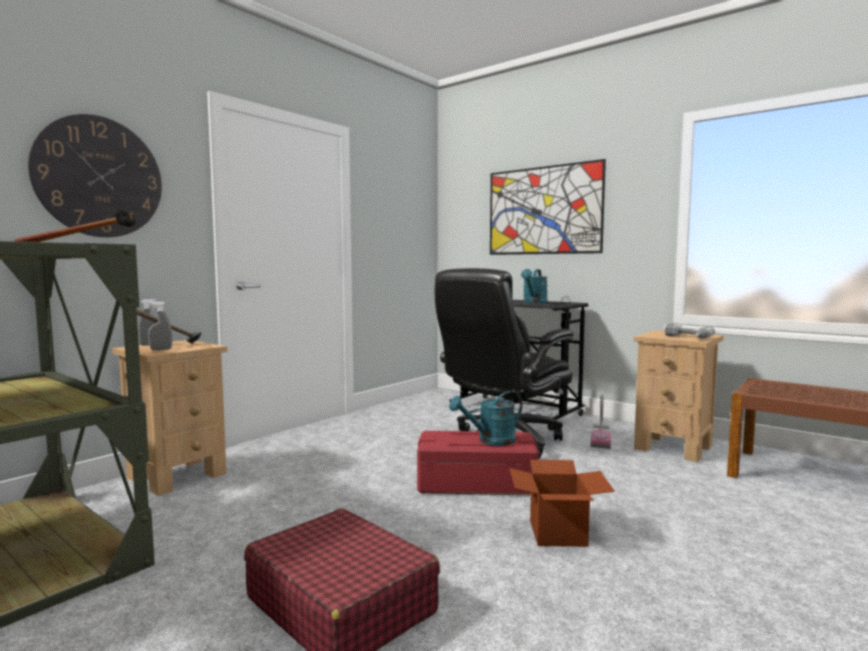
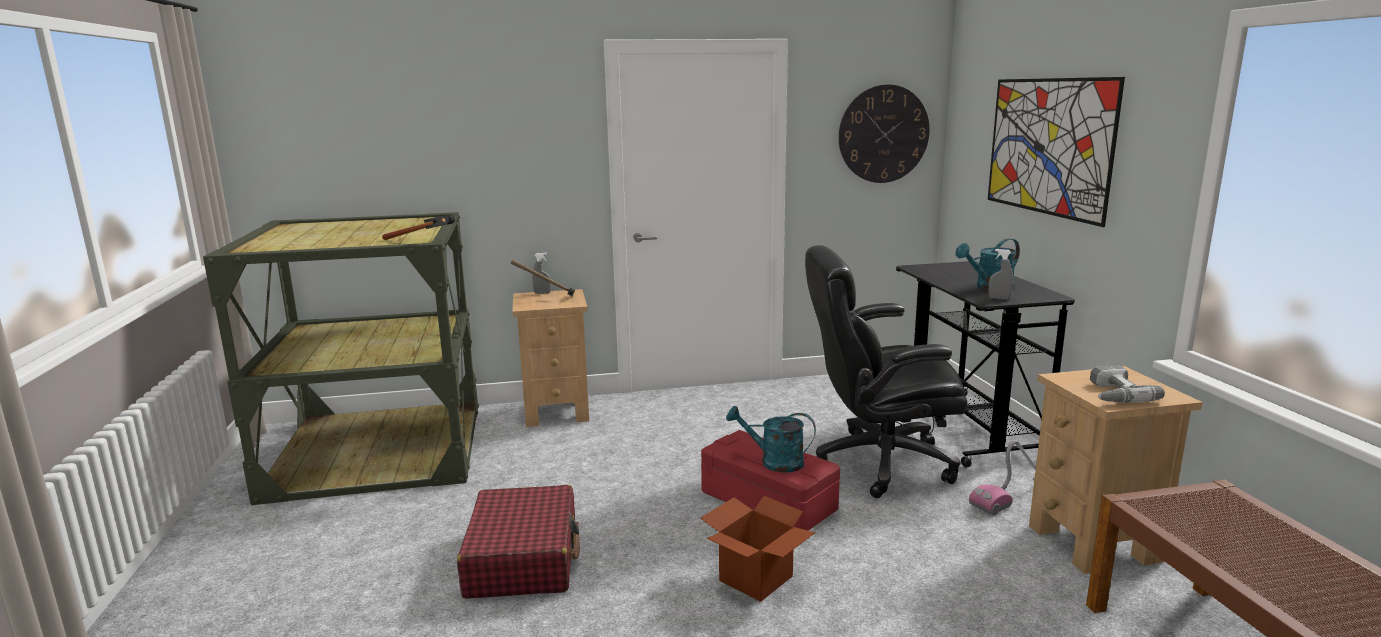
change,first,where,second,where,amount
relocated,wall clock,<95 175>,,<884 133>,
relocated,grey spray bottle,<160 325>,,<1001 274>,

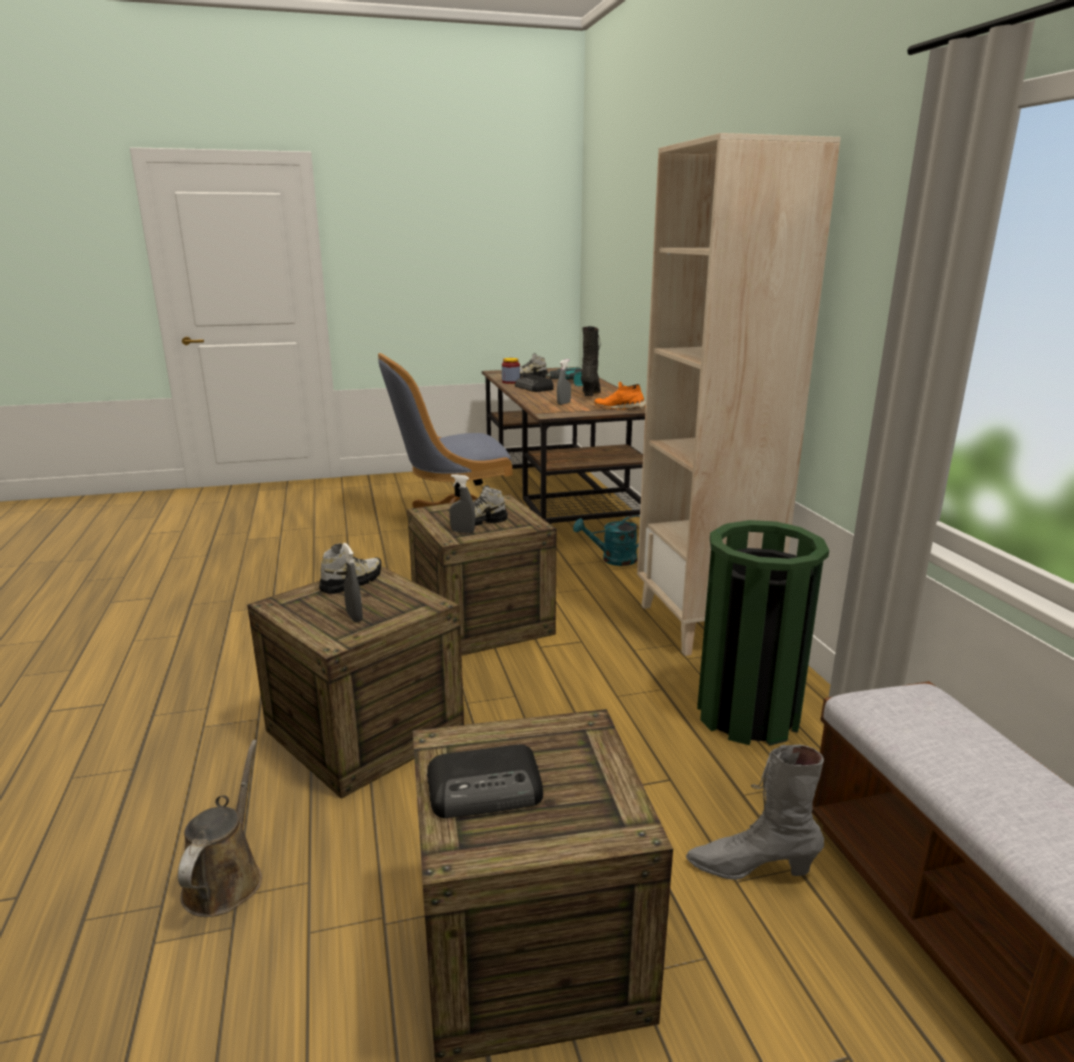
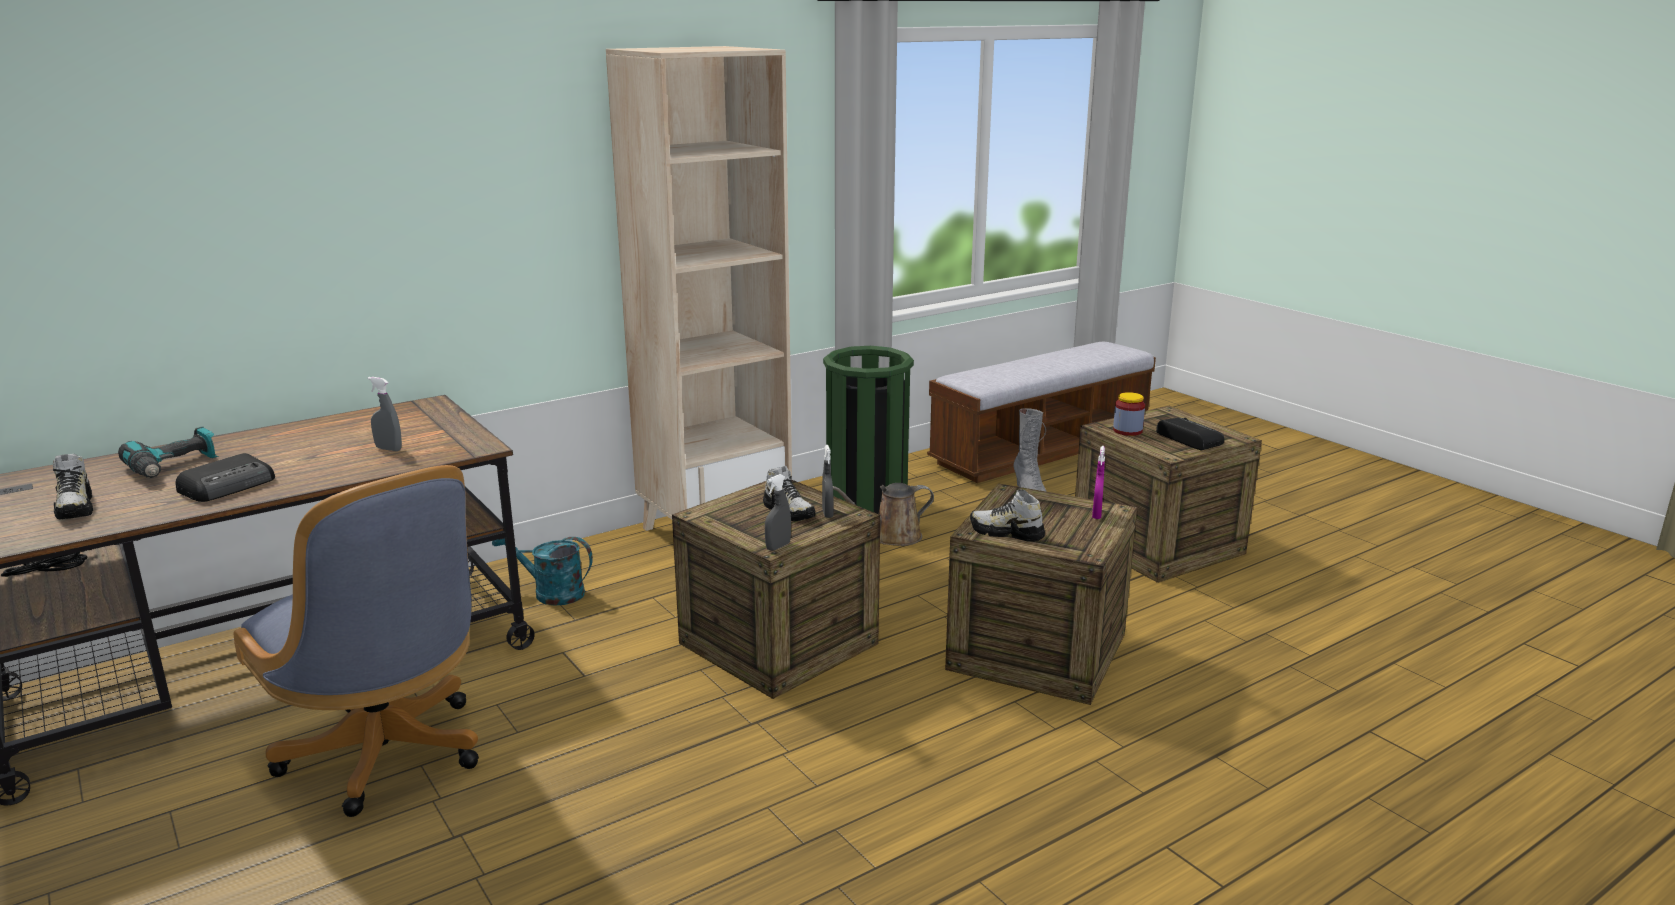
change,first,where,second,where,amount
missing,black boot,<591 361>,,,
relocated,jar,<511 371>,,<1129 414>,
missing,orange shoe,<620 396>,,,
spun,turquoise watering can,<606 540>,,<542 571>,135 degrees clockwise
relocated,grey spray bottle,<353 583>,,<778 512>,
relocated,brown watering can,<220 828>,,<883 514>,
appeared,,,purple spray bottle,<1098 482>,

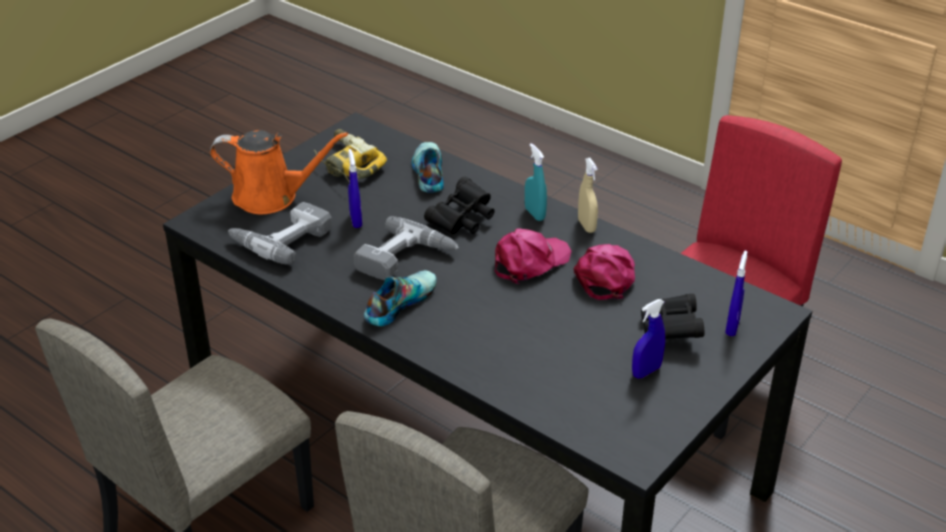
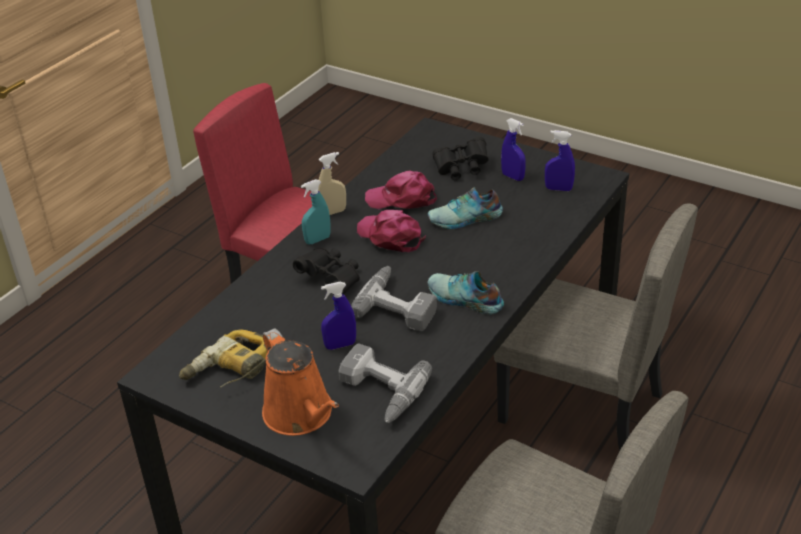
change,first,where,second,where,amount
spun,orange watering can,<279 172>,,<300 382>,150 degrees clockwise
relocated,shoe,<428 167>,,<465 208>,
relocated,blue spray bottle,<736 293>,,<560 160>,

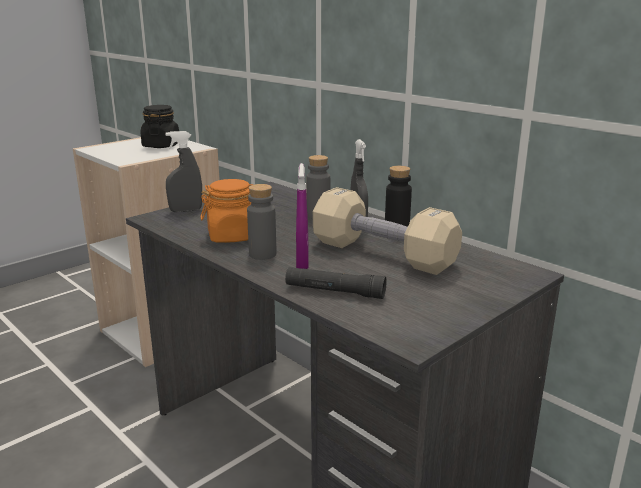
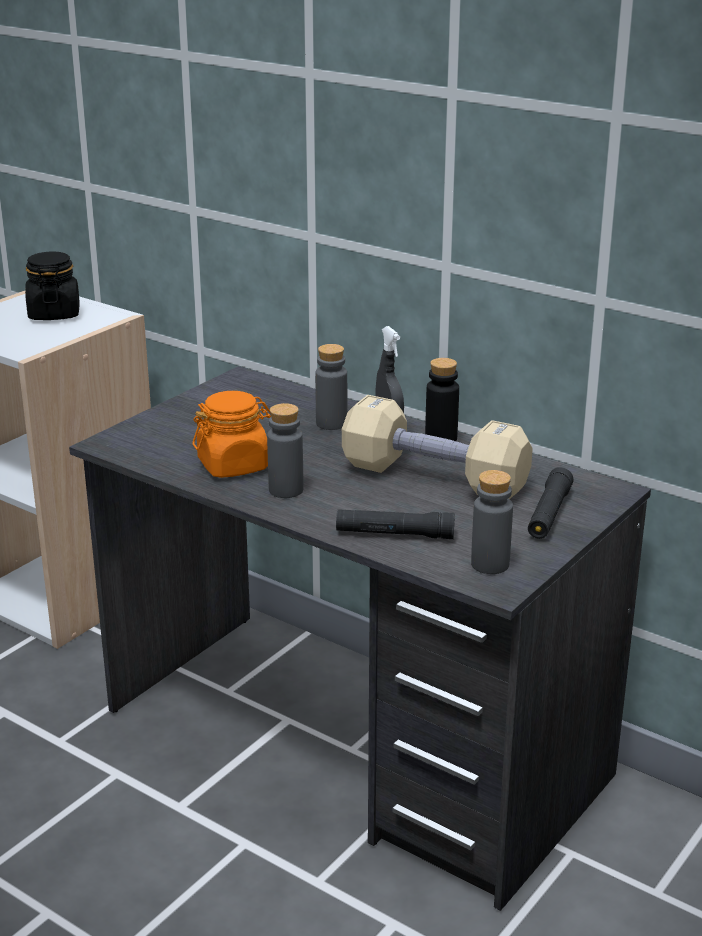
change,first,where,second,where,amount
missing,grey spray bottle,<183 171>,,,
missing,purple spray bottle,<302 216>,,,
appeared,,,black flashlight,<550 503>,
appeared,,,grey bottle,<492 522>,

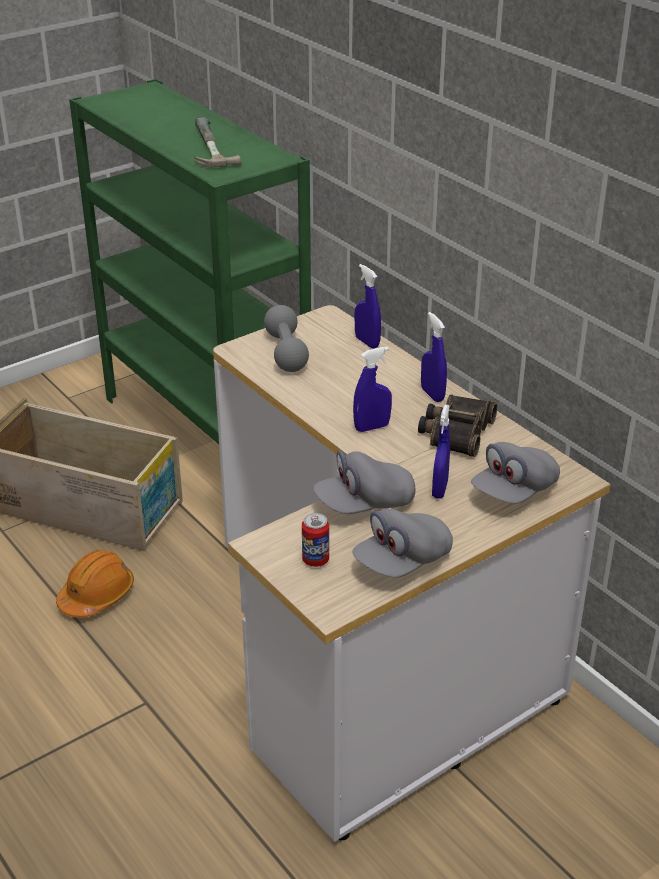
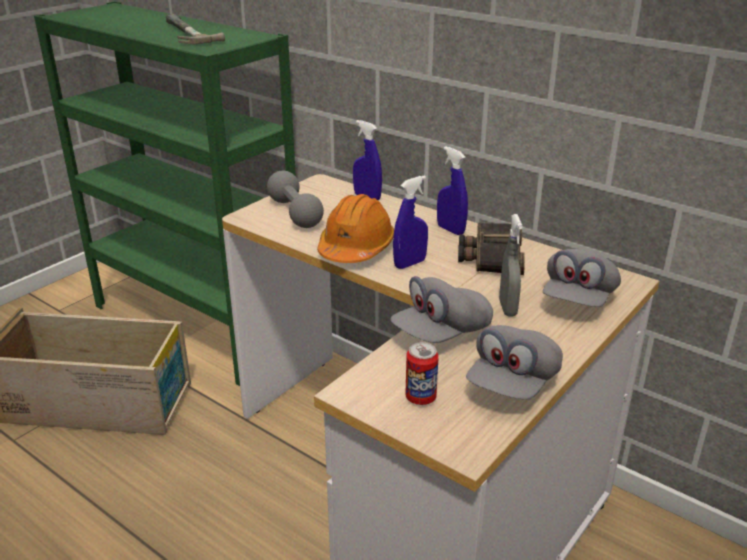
change,first,where,second,where,amount
colour,blue spray bottle,<441 452>,grey spray bottle,<511 265>,
relocated,orange hard hat,<95 584>,,<355 228>,

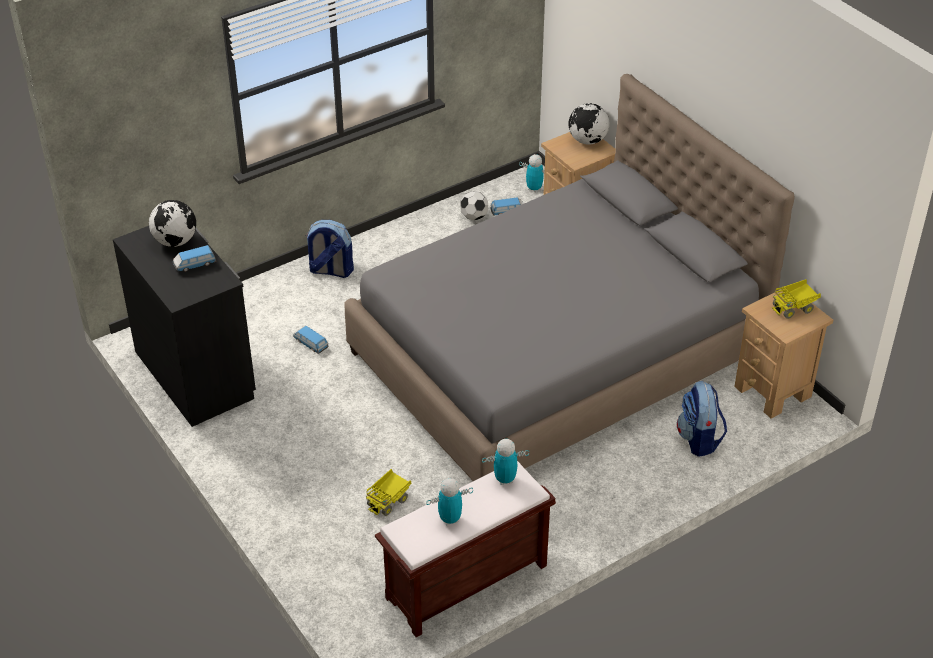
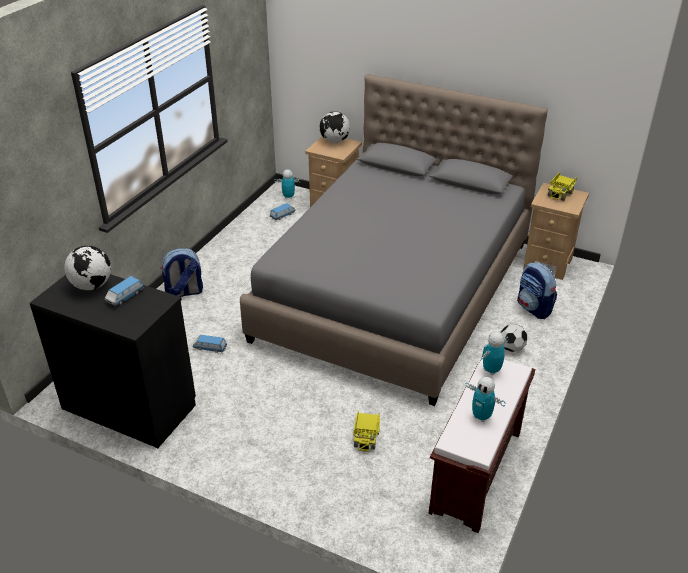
change,first,where,second,where,amount
relocated,football,<474 205>,,<513 338>,
spun,toy robot,<449 502>,,<485 399>,90 degrees counterclockwise

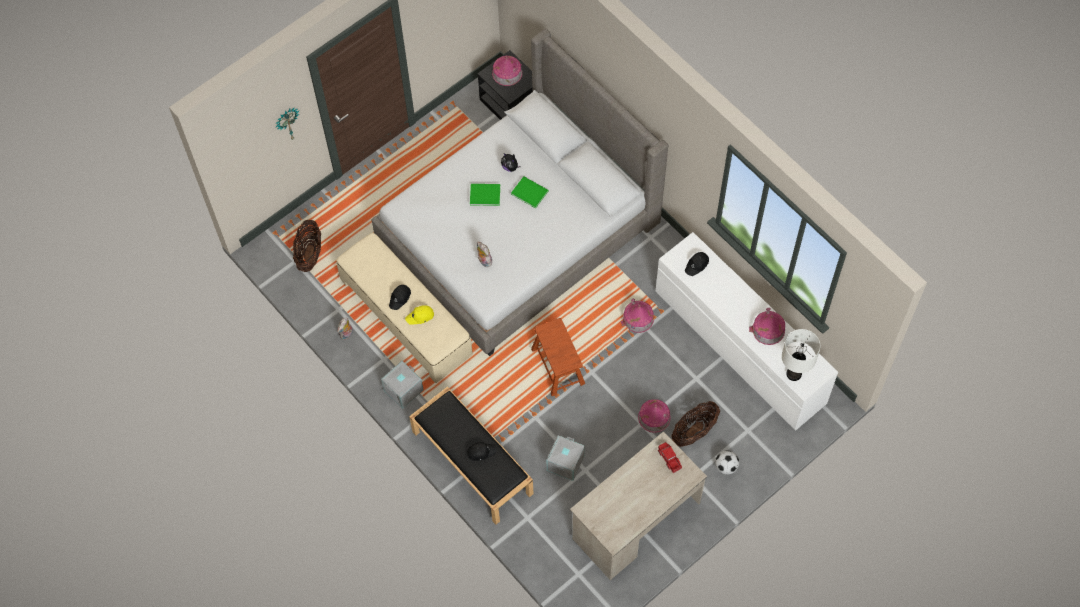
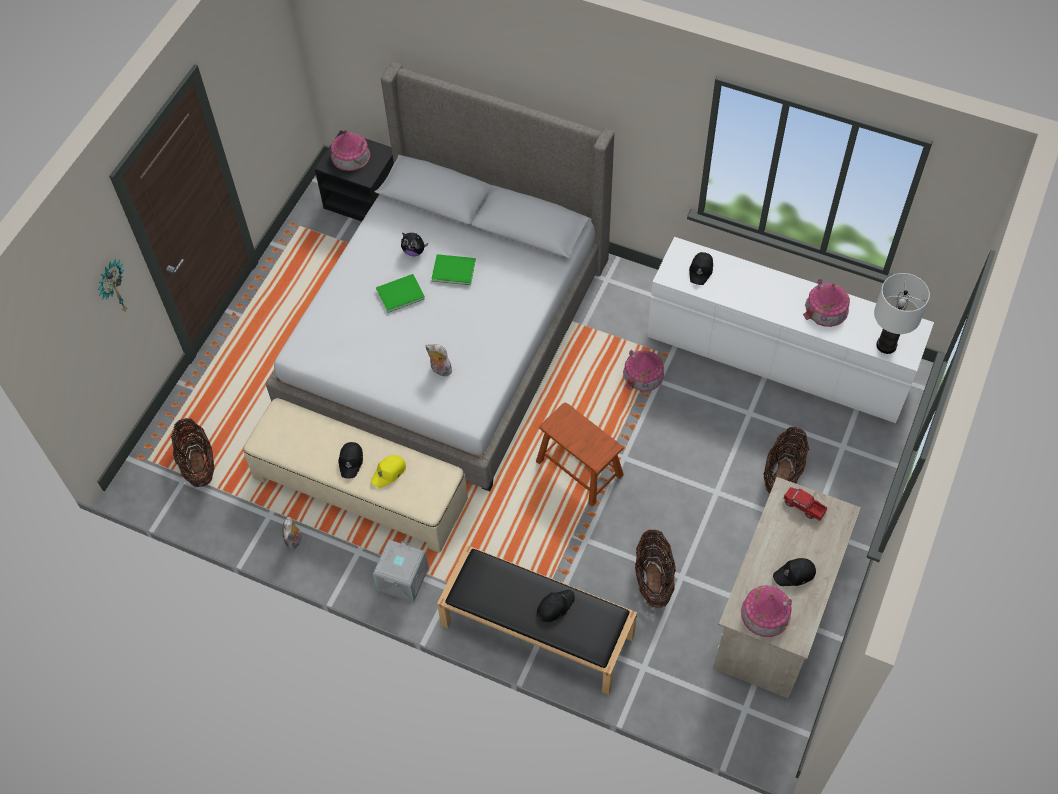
change,first,where,second,where,amount
relocated,toy house,<654 416>,,<766 611>,
exchanged,grey storage box,<565 458>,basket,<655 569>,
missing,football,<727 462>,,,
appeared,,,black cap,<794 572>,

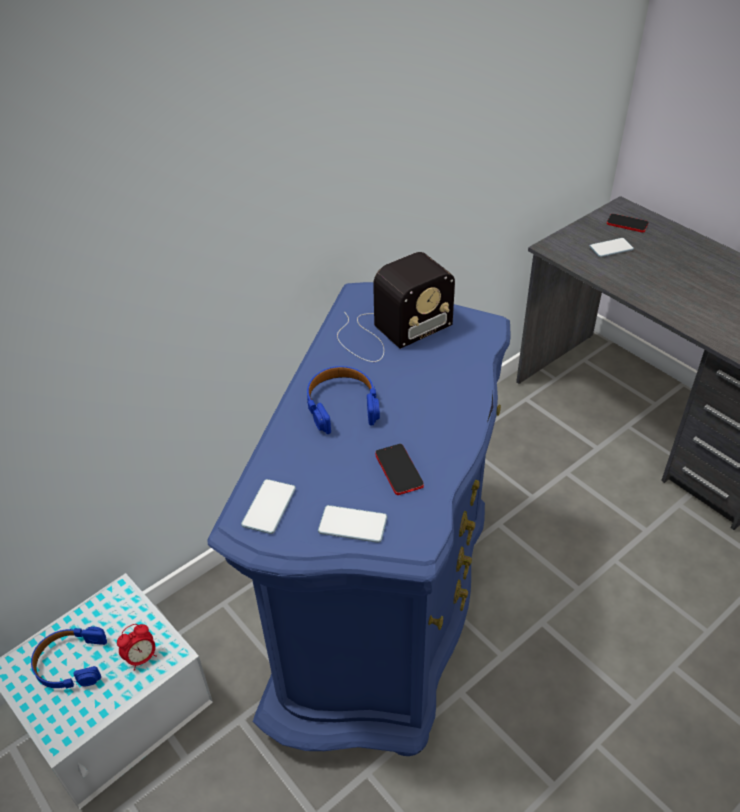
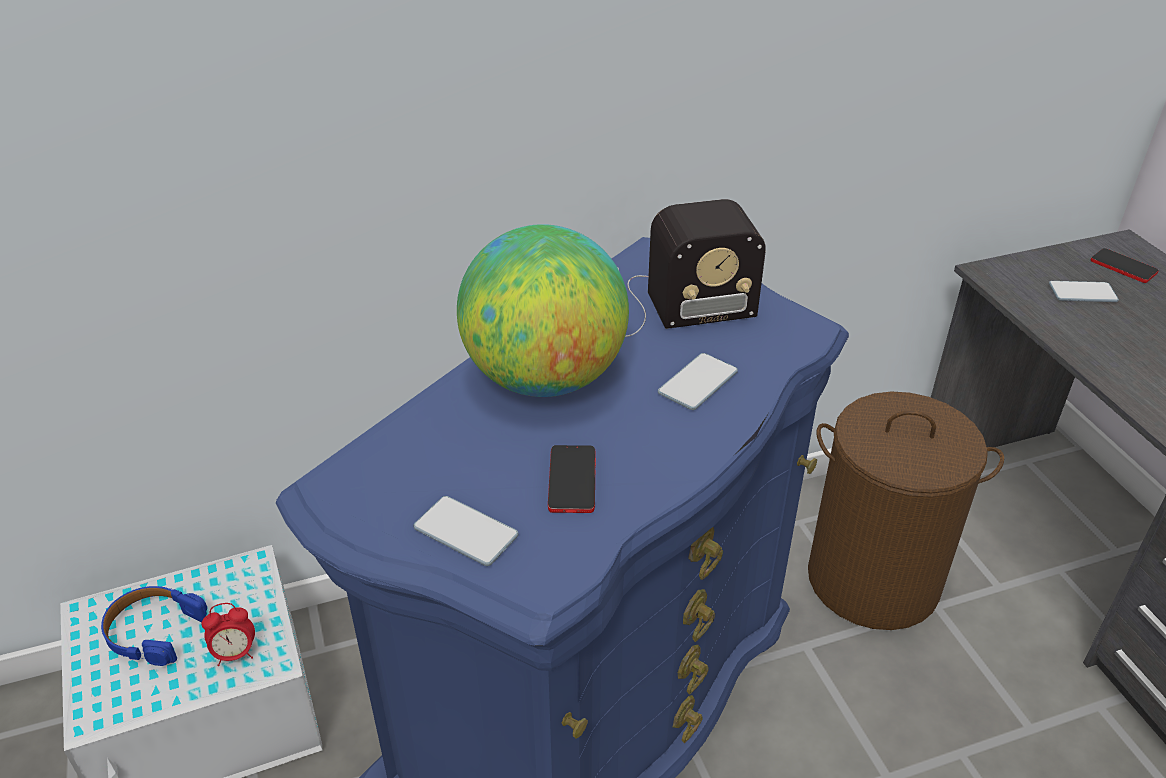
change,first,where,second,where,amount
exchanged,blue headphones,<343 400>,globe,<543 310>,
relocated,phone,<268 506>,,<698 381>,
appeared,,,brown laundry basket,<906 511>,

